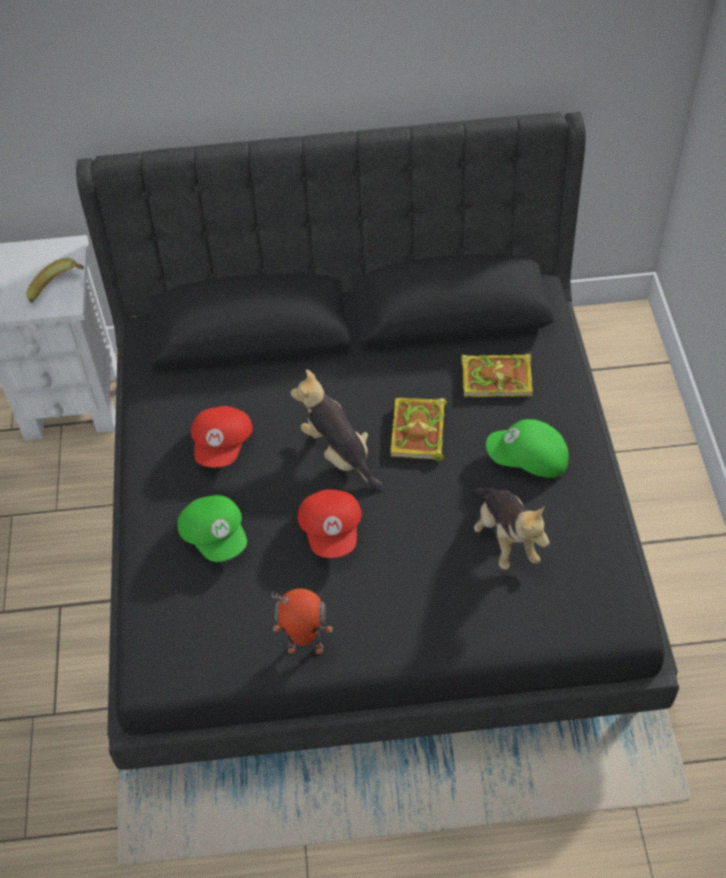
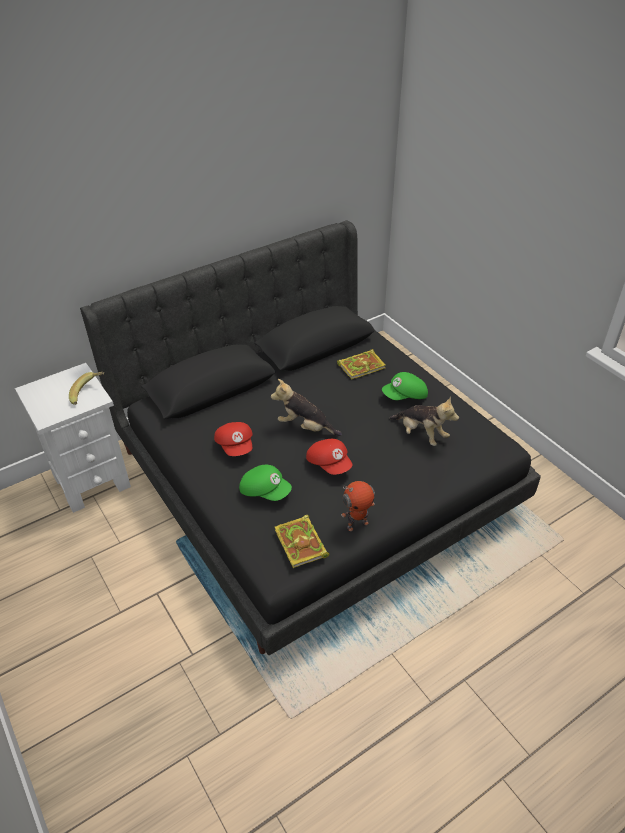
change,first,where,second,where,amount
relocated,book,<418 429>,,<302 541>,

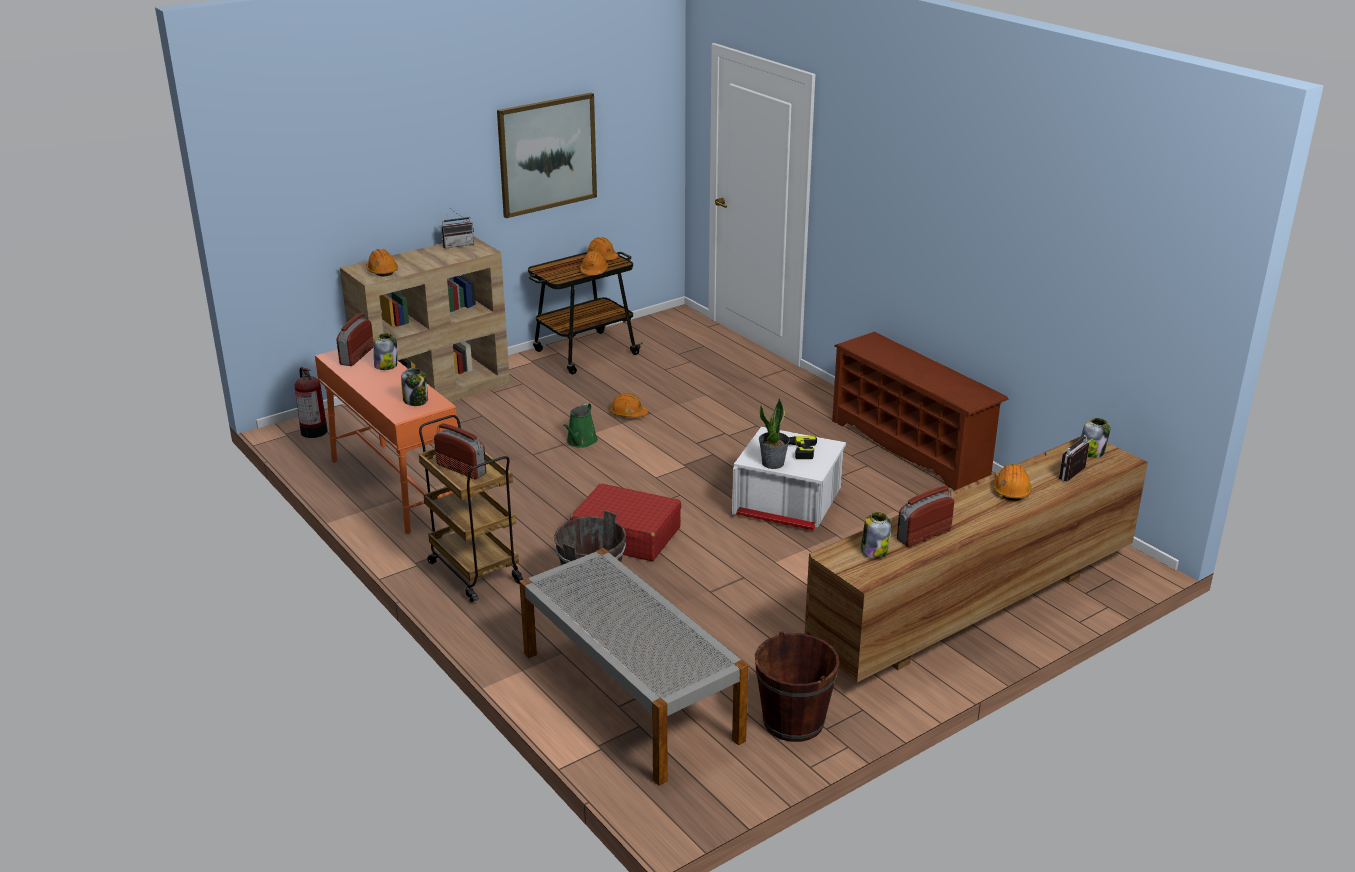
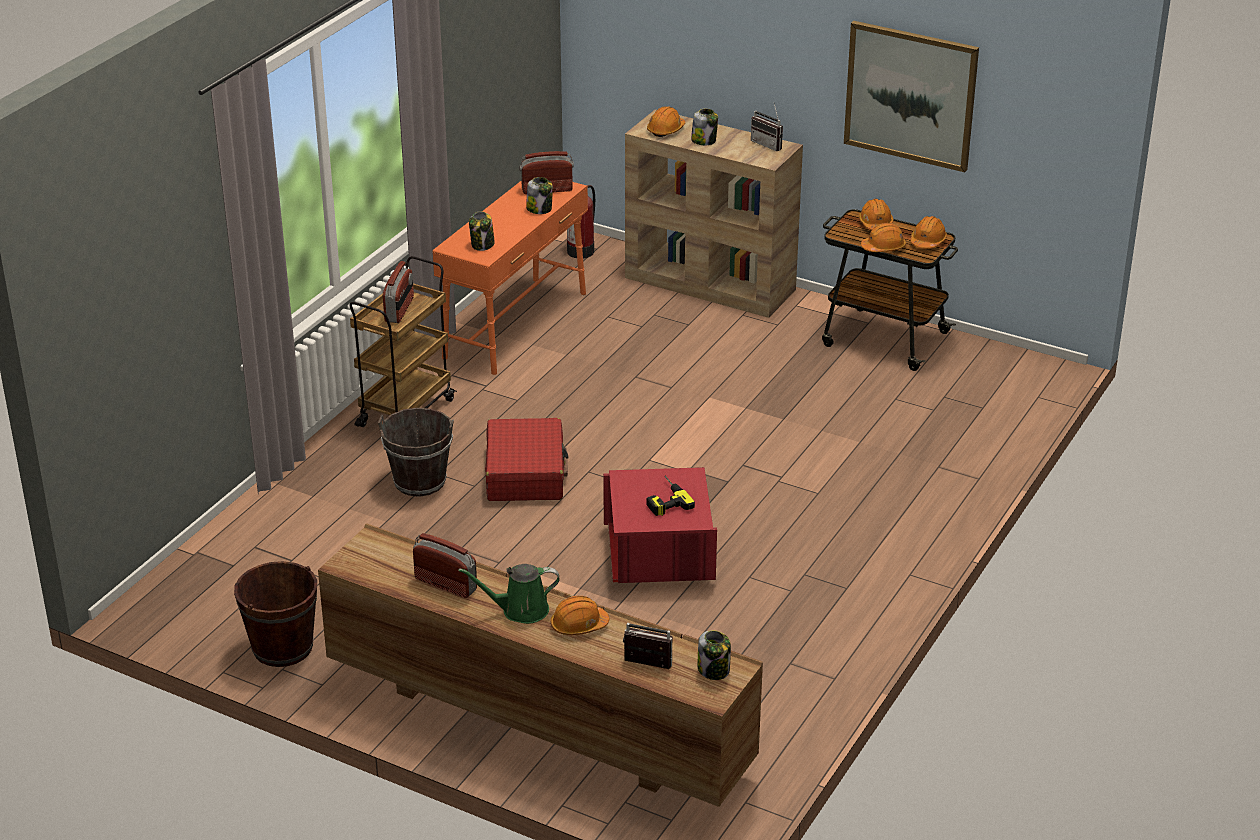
change,first,where,second,where,amount
missing,brown shoe rack,<920 411>,,,
relocated,orange hard hat,<629 405>,,<876 214>,
missing,potted plant,<774 433>,,,
relocated,green watering can,<580 425>,,<509 594>,
colour,white storage box,<788 478>,red storage box,<660 525>,
relocated,jar,<876 535>,,<704 127>,
missing,grey bench,<634 667>,,,

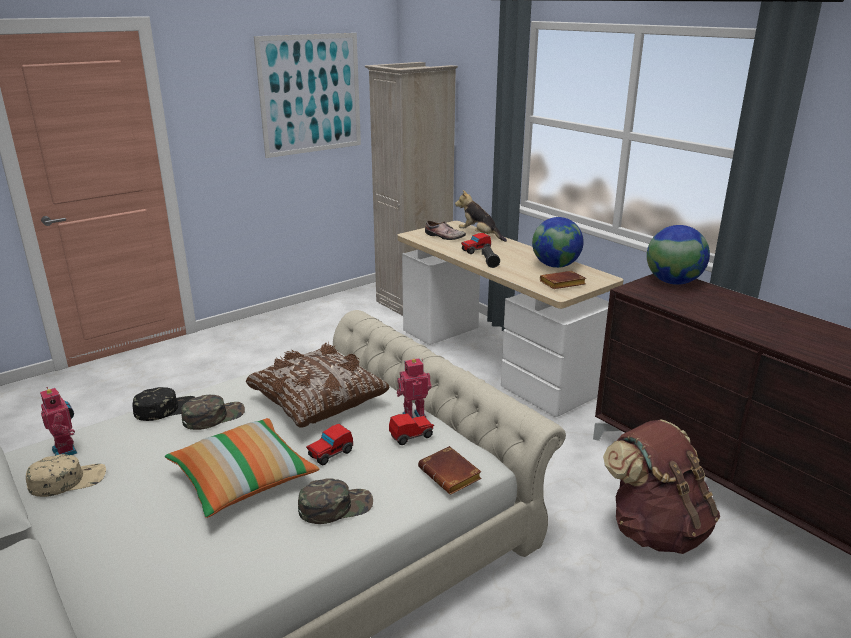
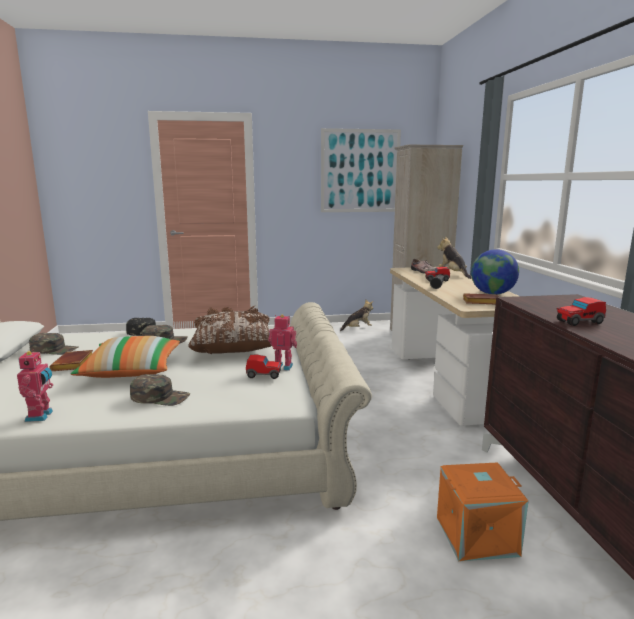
change,first,where,second,where,amount
missing,globe,<678 255>,,,
relocated,toy robot,<58 421>,,<35 386>,
exchanged,brown backpack,<661 486>,orange storage box,<483 511>,
relocated,toy car,<329 444>,,<581 311>,
relocated,brown book,<450 470>,,<71 360>,
colour,beige cap,<66 475>,green cap,<53 344>,
appeared,,,plush toy,<356 315>,

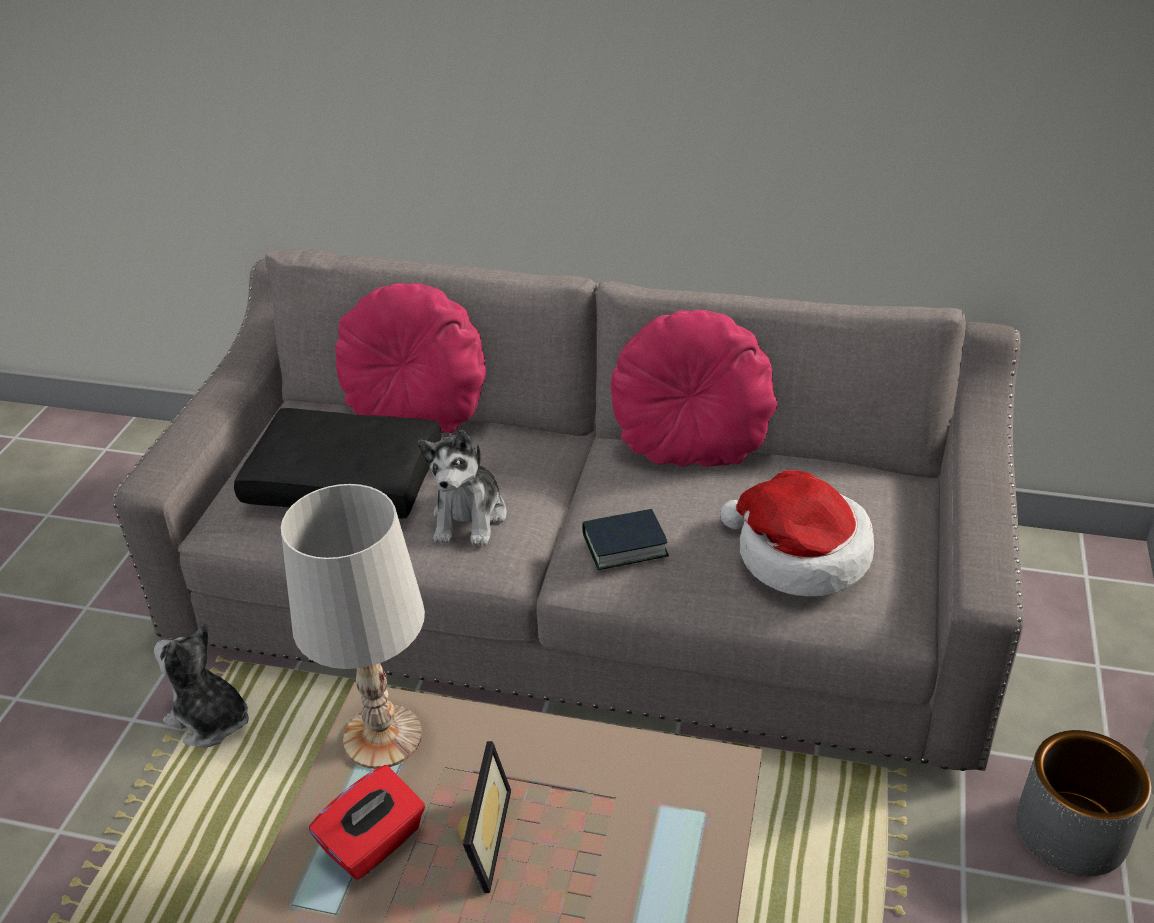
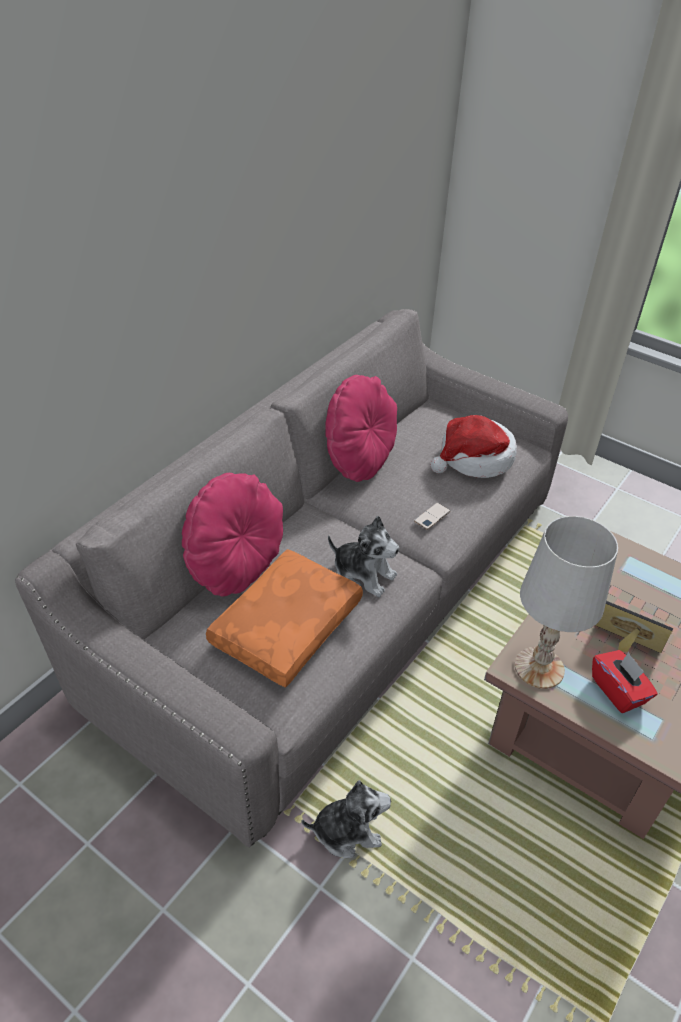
change,first,where,second,where,amount
colour,black pillow,<338 463>,orange pillow,<284 618>,
exchanged,book,<626 539>,phone,<432 516>,
spun,plush toy,<201 685>,,<346 819>,150 degrees counterclockwise
missing,grey planter,<1084 803>,,,

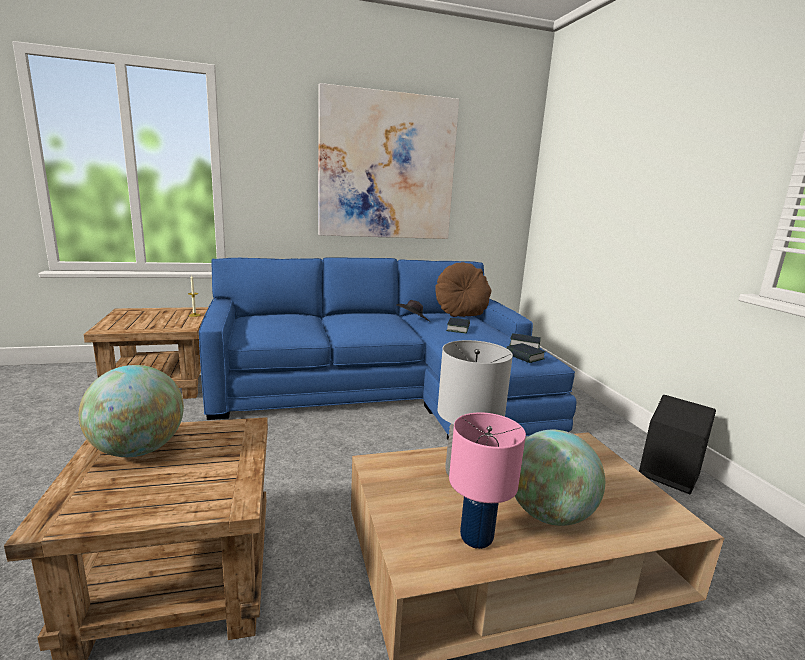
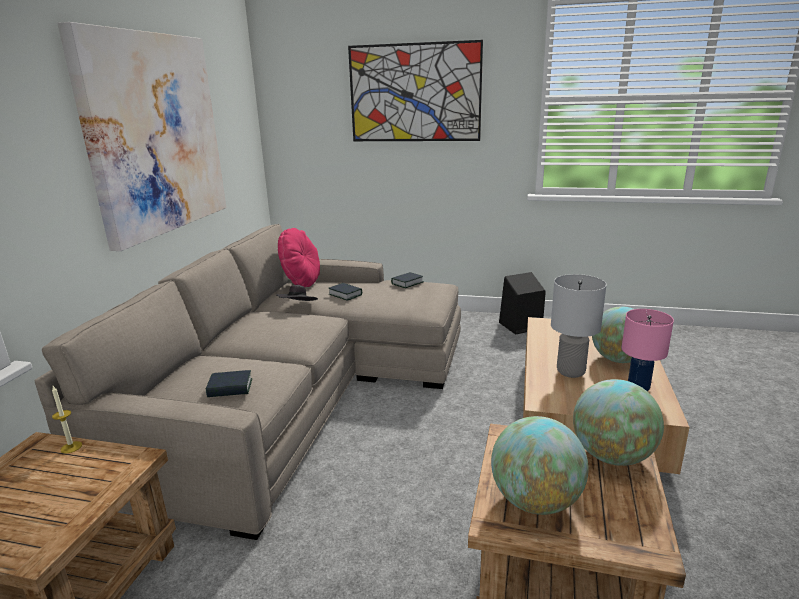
change,first,where,second,where,amount
colour,blue sofa,<387 348>,beige sofa,<248 382>,
colour,brown pillow,<463 289>,pink pillow,<299 257>,
relocated,book,<526 353>,,<229 383>,
appeared,,,picture,<415 90>,
appeared,,,globe,<618 422>,

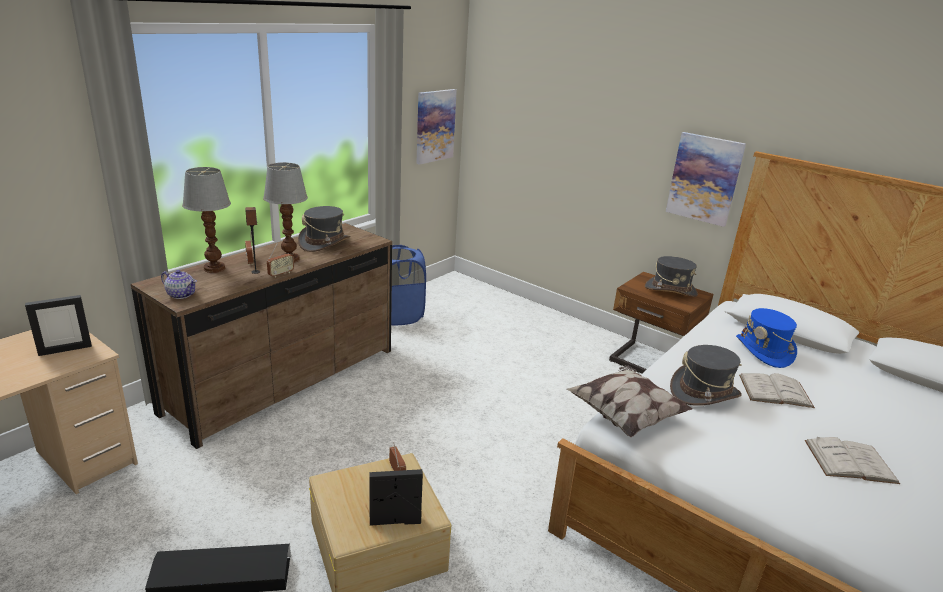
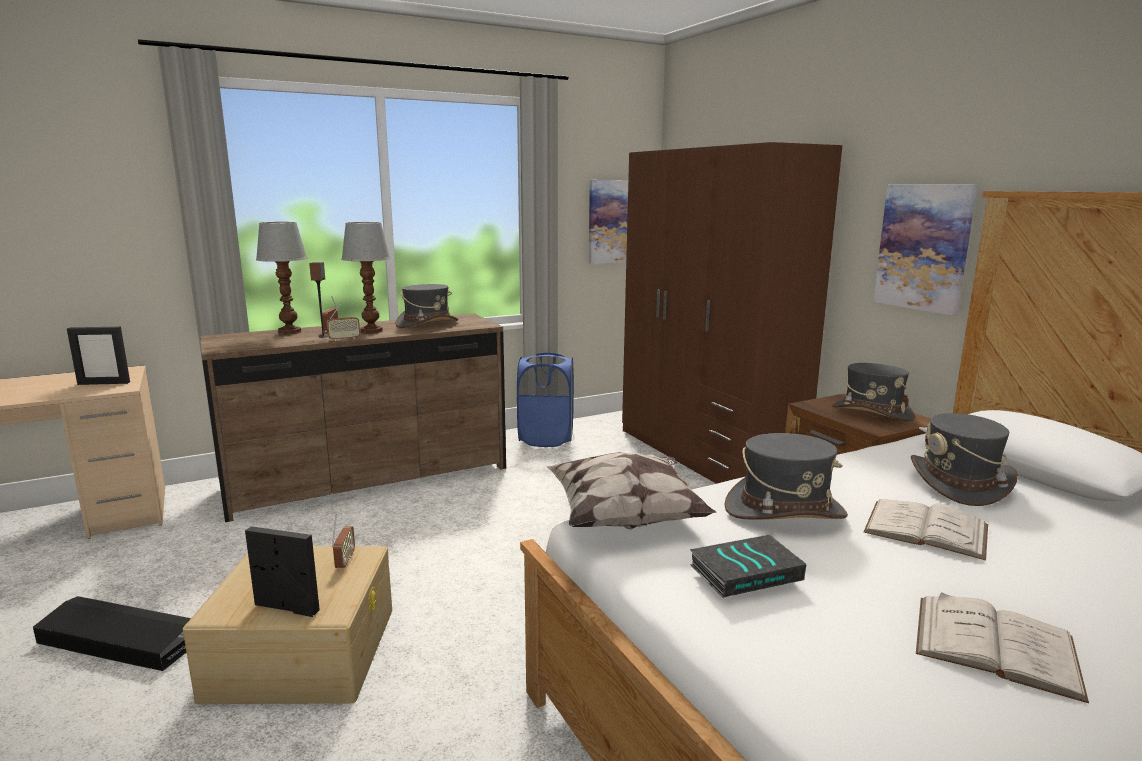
change,first,where,second,where,amount
missing,teapot,<179 284>,,,
colour,blue hat,<766 338>,grey hat,<964 459>,
appeared,,,brown wardrobe,<732 313>,
appeared,,,book,<748 566>,

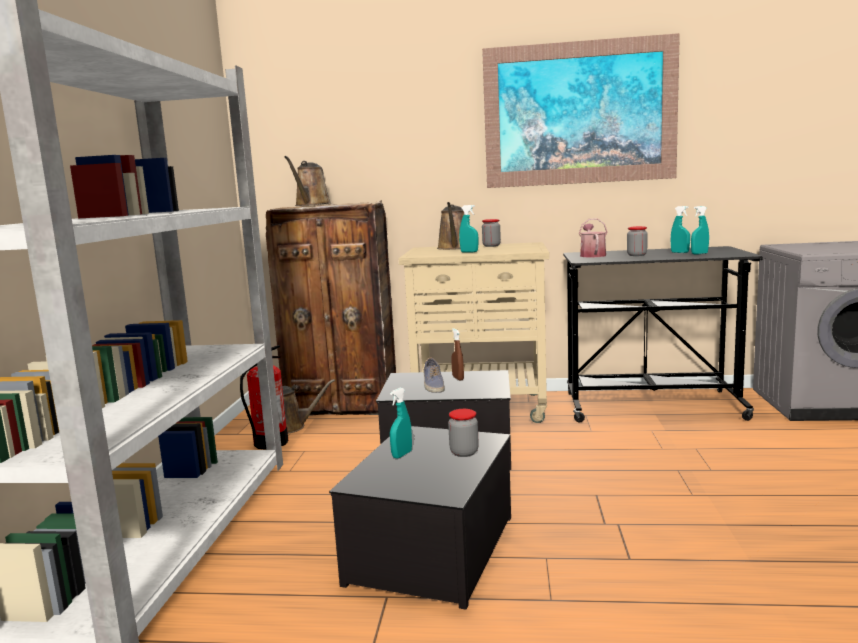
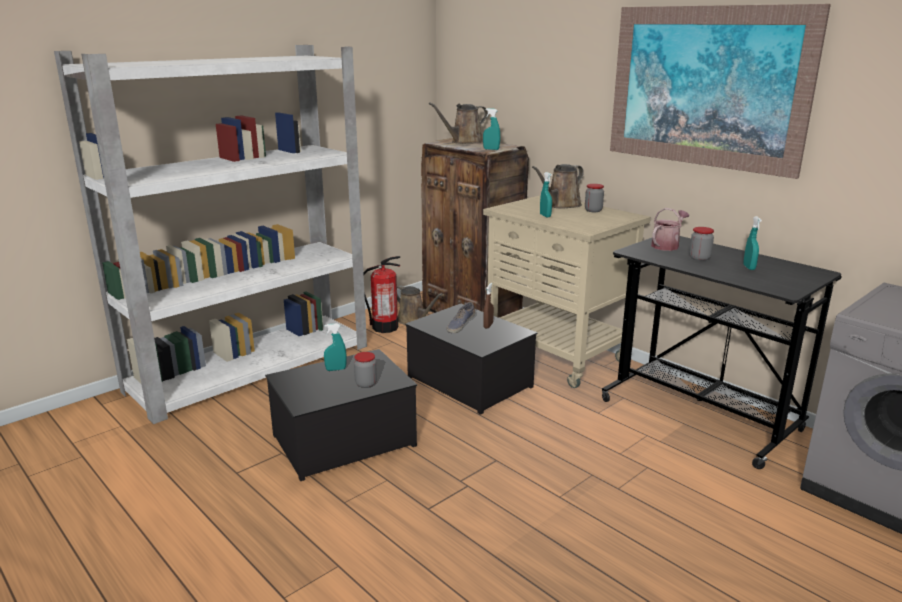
change,first,where,second,where,amount
relocated,turquoise spray bottle,<700 230>,,<491 129>,

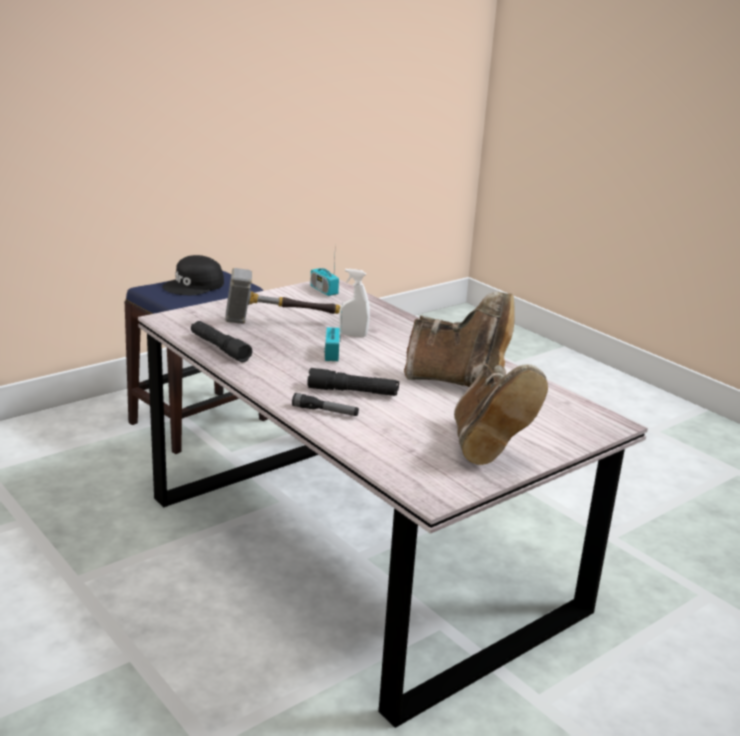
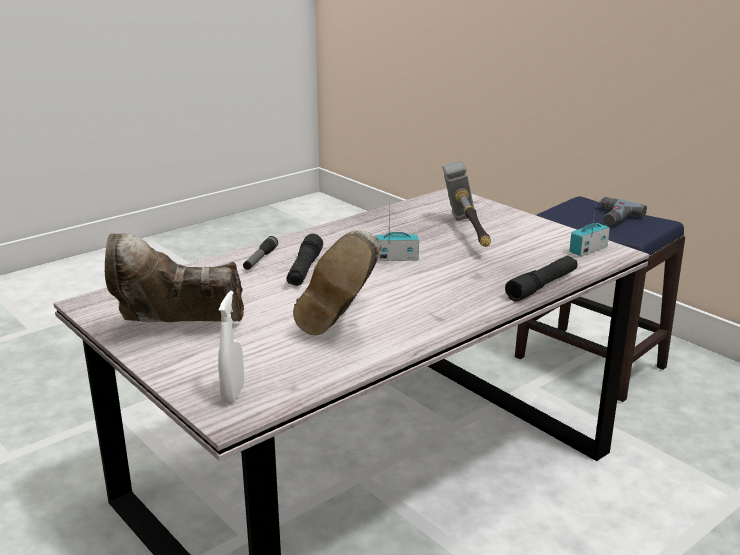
change,first,where,second,where,amount
exchanged,black cap,<193 275>,power drill,<623 211>,
relocated,white spray bottle,<354 303>,,<231 347>,
relocated,black flashlight,<221 341>,,<541 279>,

